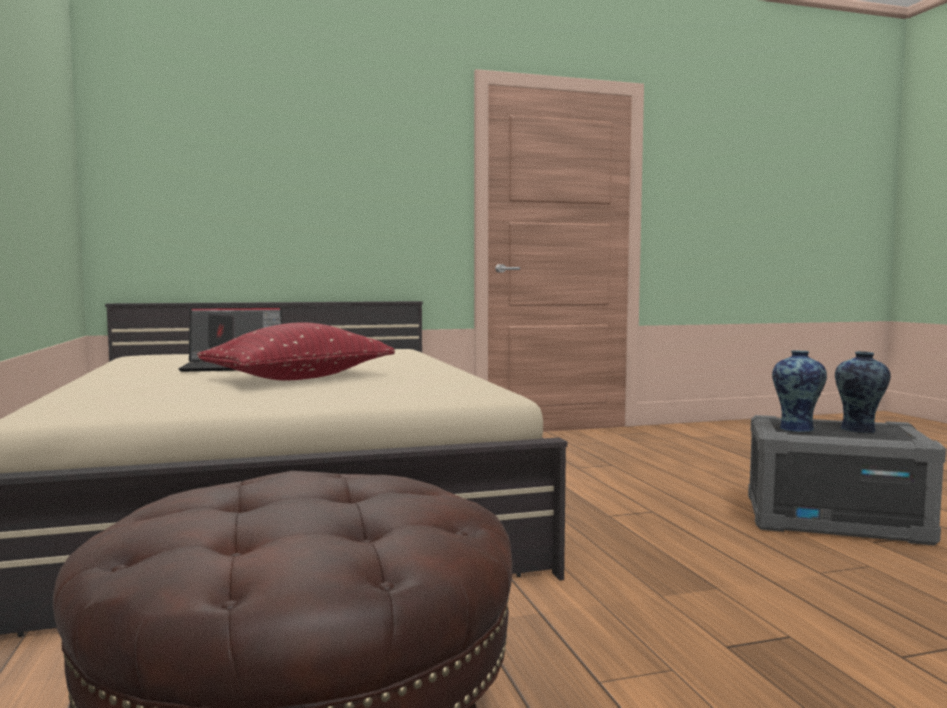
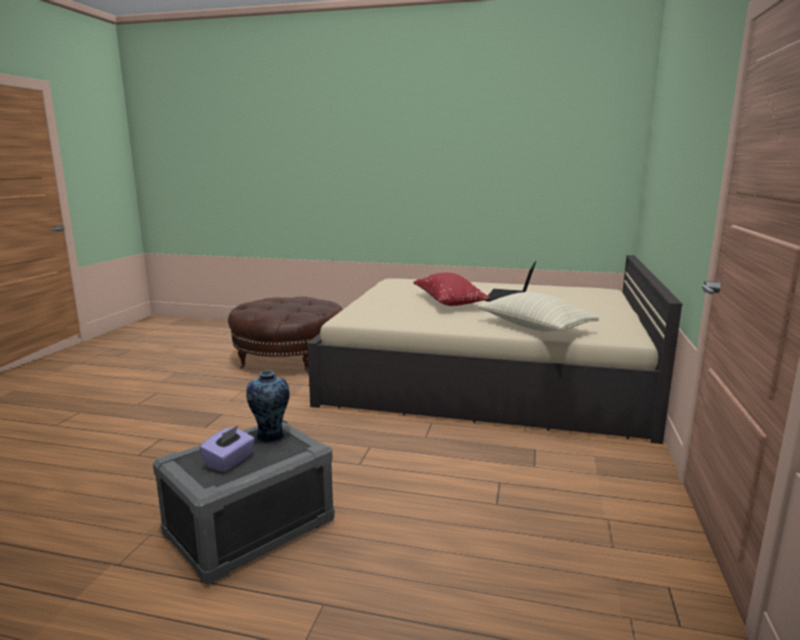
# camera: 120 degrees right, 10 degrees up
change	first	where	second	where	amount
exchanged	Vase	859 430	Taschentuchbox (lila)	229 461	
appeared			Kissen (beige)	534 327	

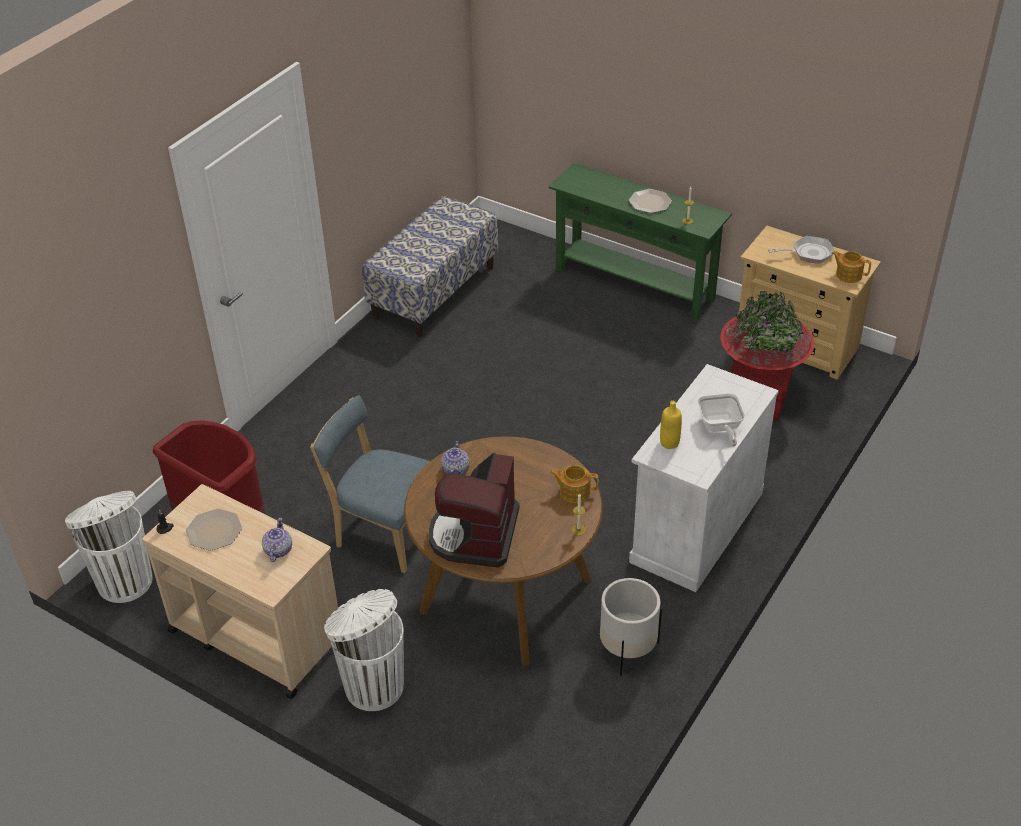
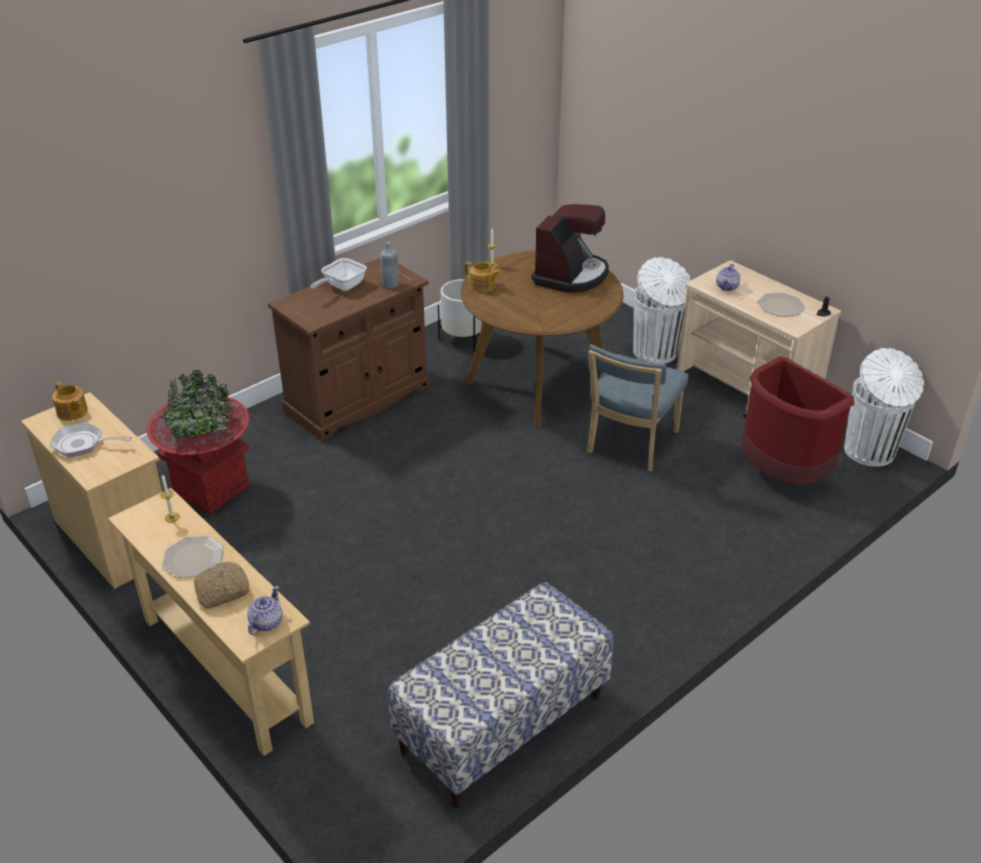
# camera: 165 degrees left, 5 degrees down
change	first	where	second	where	amount
colour	Konsolentisch (grün)	634 283	Konsolentisch (beige)	225 670	
colour	Schrank (weiß)	696 527	Schrank (braun)	358 399	
spun	Pfanne	720 428		341 287	150 degrees counterclockwise
spun	Stuhl (blau)	384 532		630 444	75 degrees clockwise
colour	Flasche (gelb)	669 443	Flasche (grau)	390 284	
relocated	Teekanne	456 469		265 623	
appeared			Brot	222 591	

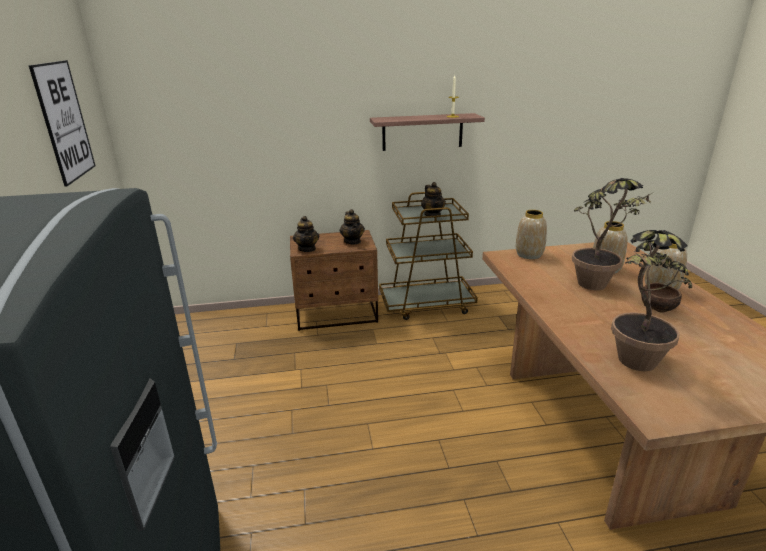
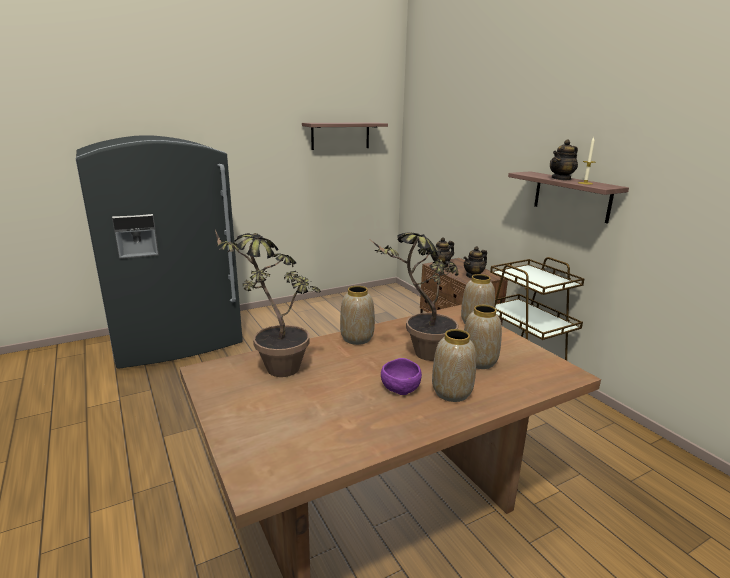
# camera: 70 degrees right, 5 degrees down
change	first	where	second	where	amount
exchanged	Bild	64 121	Wandregal	340 135	
relocated	Teekanne	433 215		561 179	
colour	Schüssel (braun)	659 307	Schüssel (lila)	400 388	
appeared			Vase	357 338	

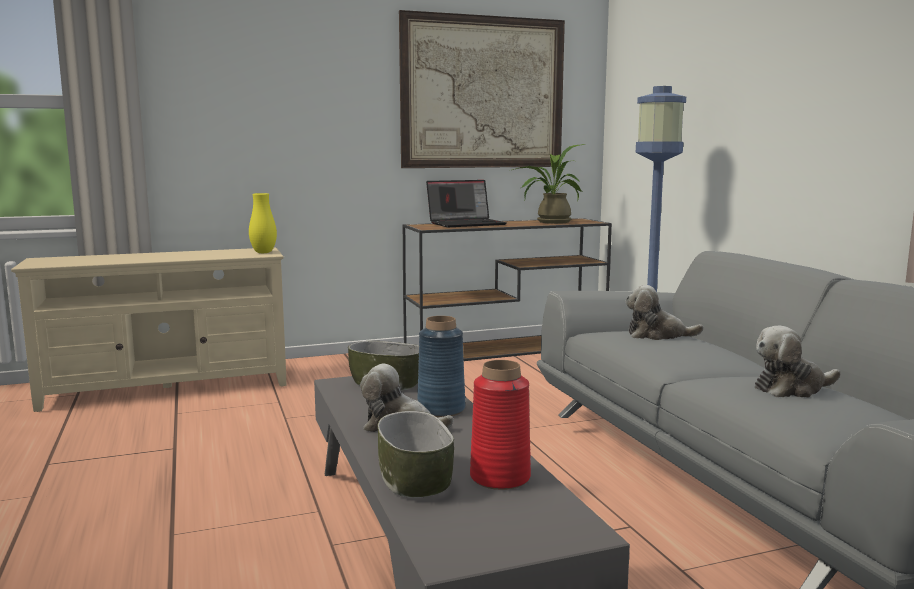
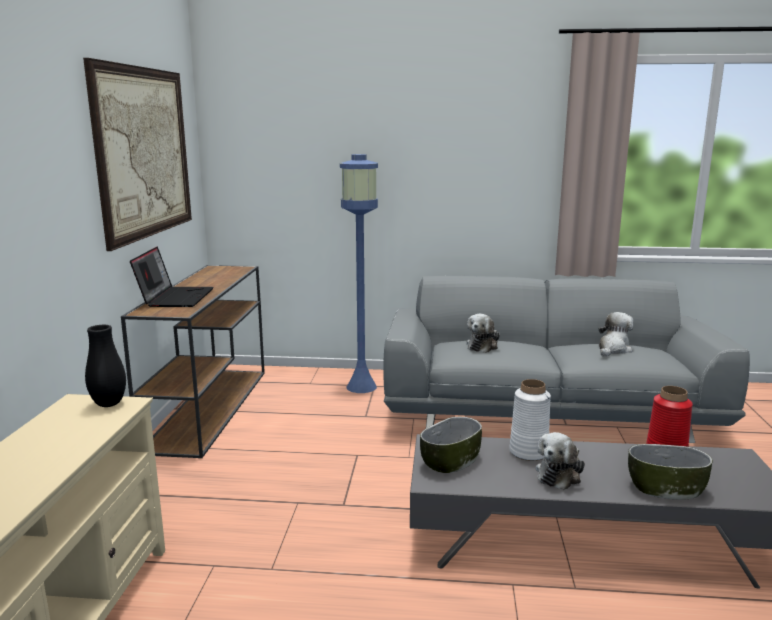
# camera: 65 degrees left, 5 degrees up
change	first	where	second	where	amount
missing	Topfpflanze	549 222			
colour	Vase (gelb)	263 252	Vase (schwarz)	109 404	
colour	Vase (blau)	441 409	Vase (weiß)	528 452	
spun	Plüschtier	791 388		613 349	150 degrees counterclockwise

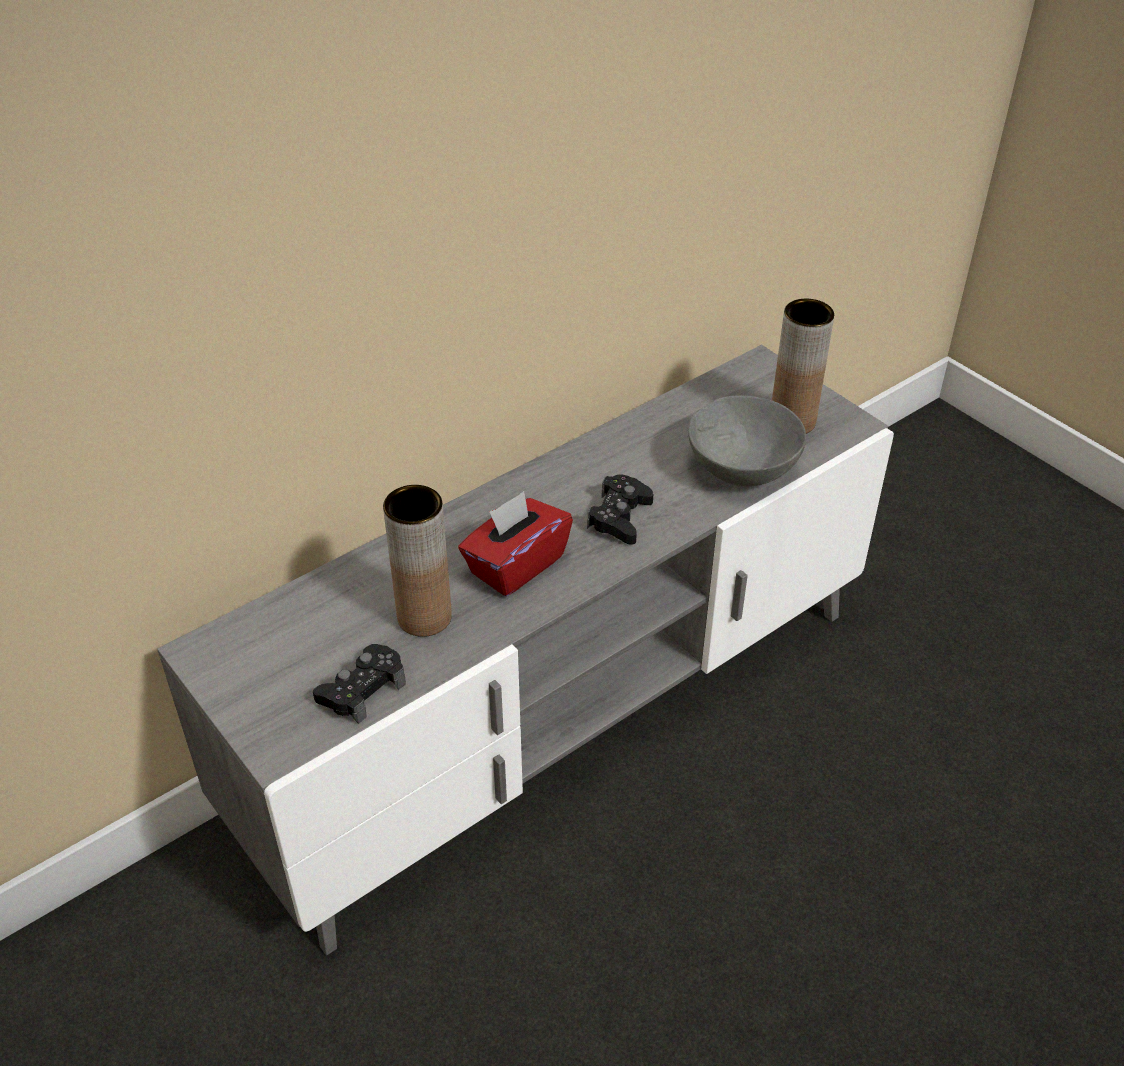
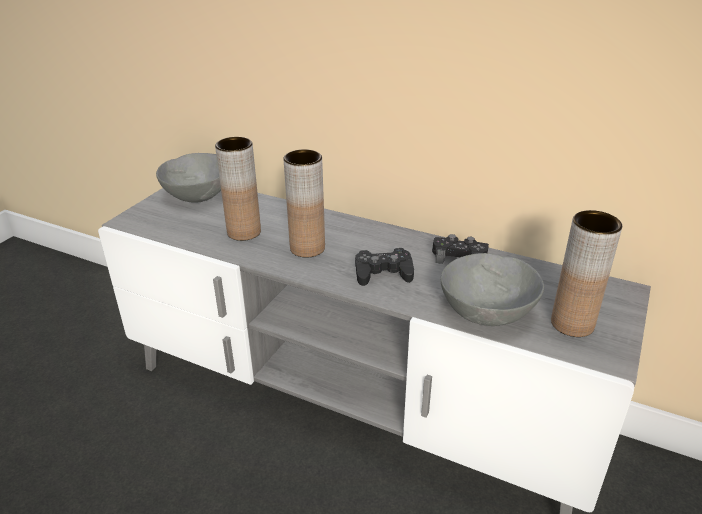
# camera: 65 degrees right, 10 degrees down
change	first	where	second	where	amount
exchanged	Taschentuchbox (rot)	516 565	Vase (braun)	307 248	
relocated	Gamepad (schwarz)	362 689		459 256	
appeared			Schüssel (grau)	198 195	

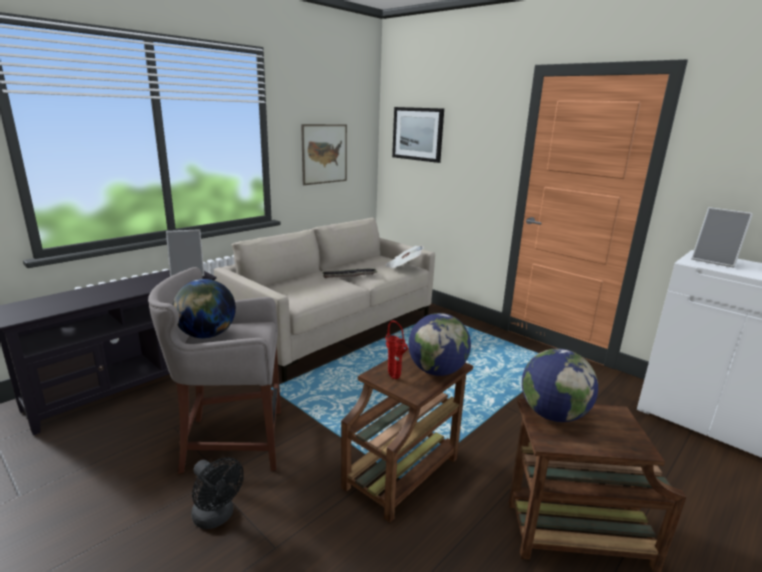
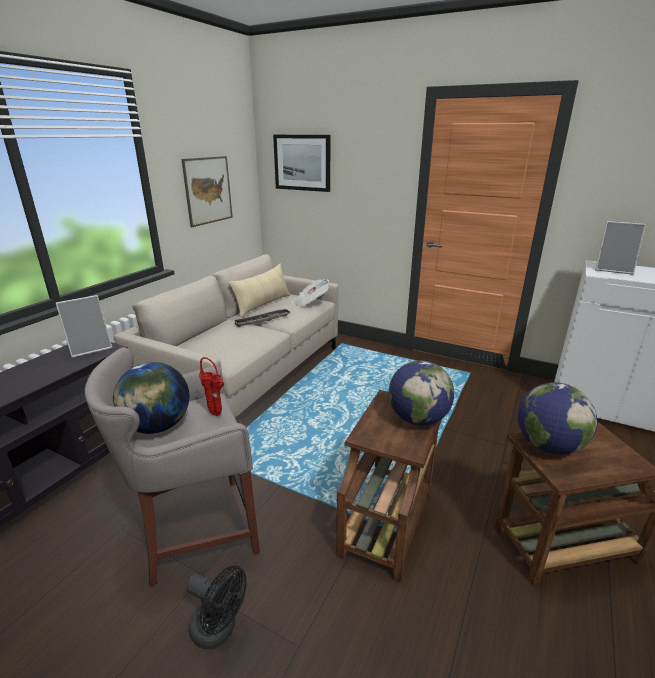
# camera: 15 degrees left, 5 degrees up
change	first	where	second	where	amount
relocated	Vase (rot)	395 379		217 415	
appeared			Kissen (beige)	262 305	

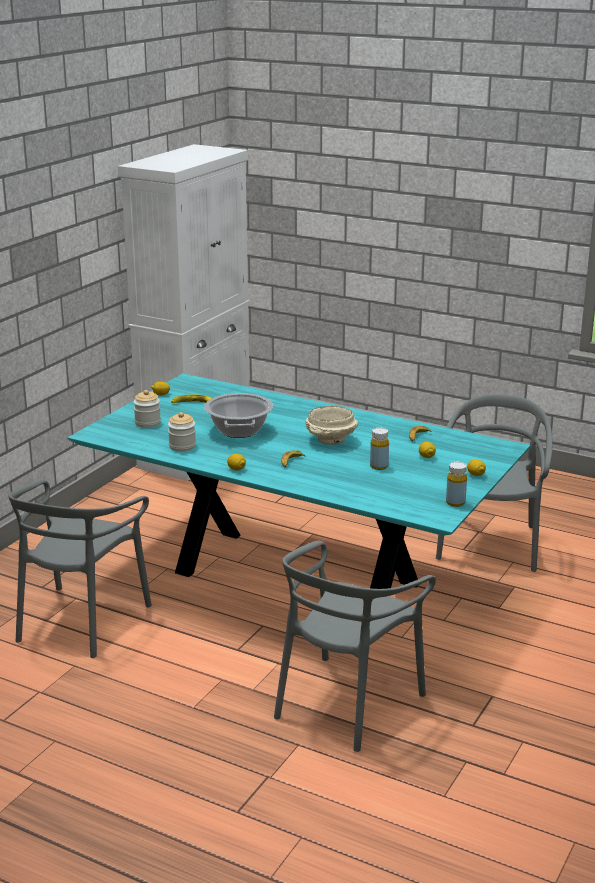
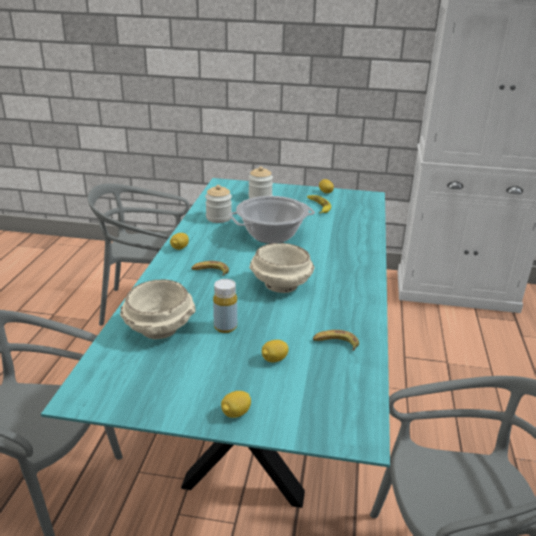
# camera: 70 degrees right, 5 degrees up
change	first	where	second	where	amount
missing	Flasche (gelb)	455 502			
appeared			Schüssel (beige)	160 329	

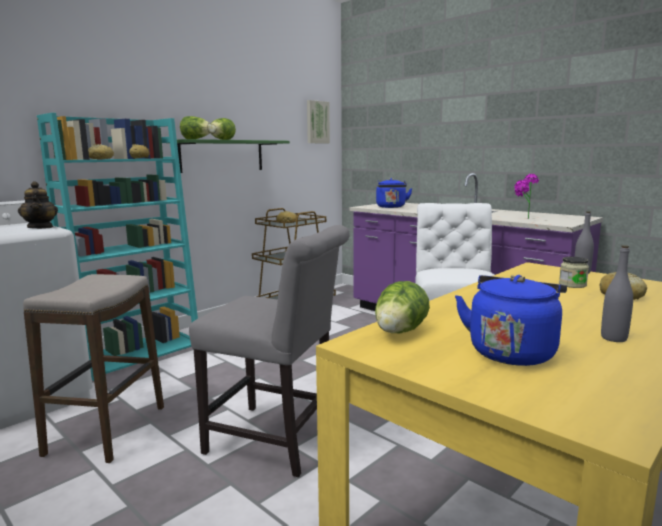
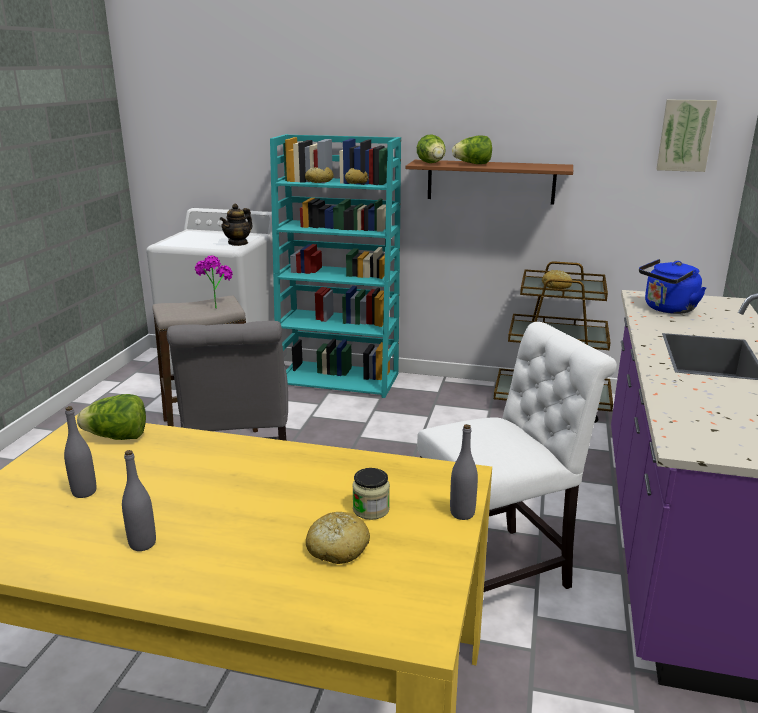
# camera: 60 degrees right, 10 degrees up
change	first	where	second	where	amount
colour	Wandregal (grün)	222 156	Wandregal (braun)	490 181	
relocated	Topfpflanze	522 218		215 306	
exchanged	Wasserkessel (blau)	512 351	Flasche (grau)	84 492	

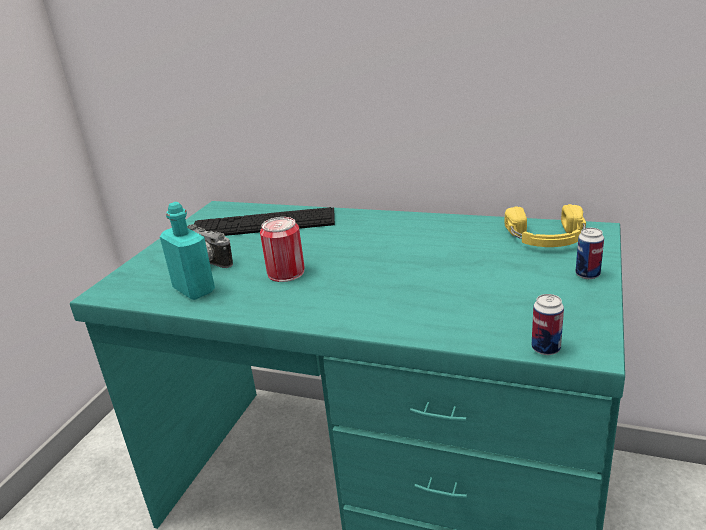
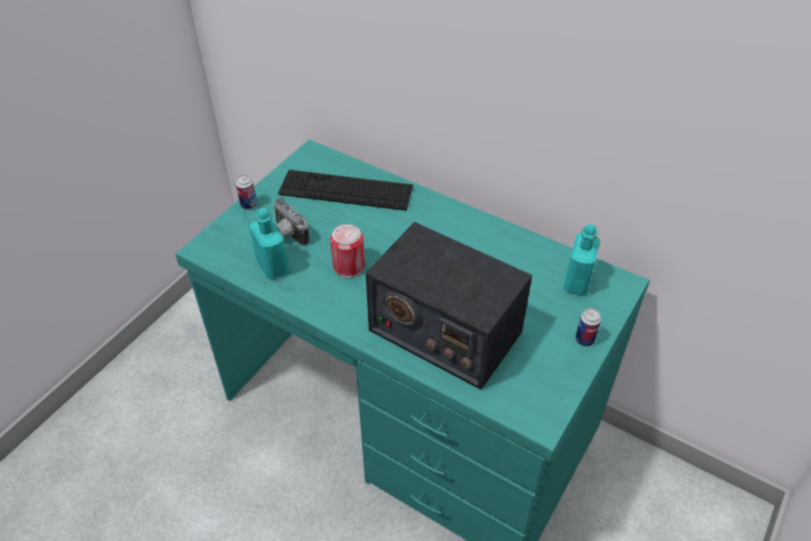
# camera: 10 degrees right, 20 degrees up
change	first	where	second	where	amount
exchanged	Kopfhörer (gelb)	546 237	Flasche (türkis)	577 282	
relocated	Dose	545 349		248 205	
appeared			Radio	444 331	

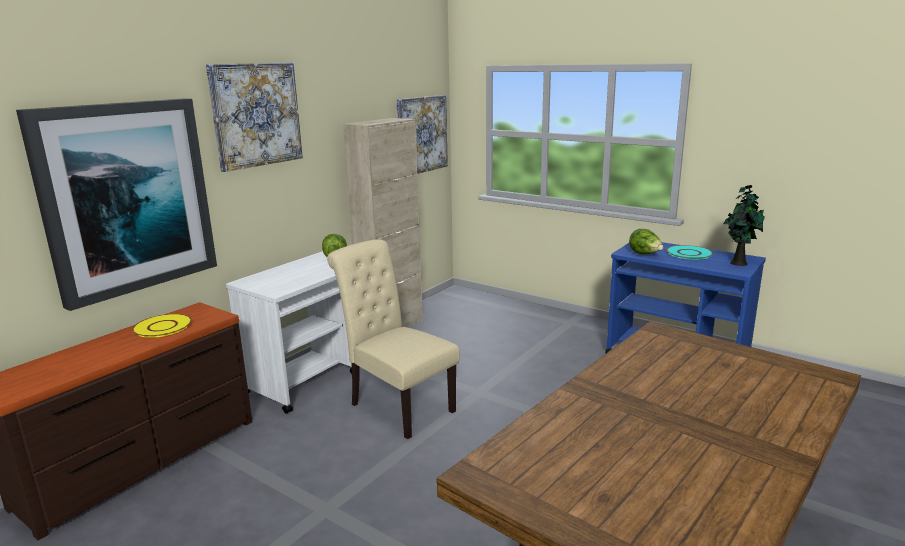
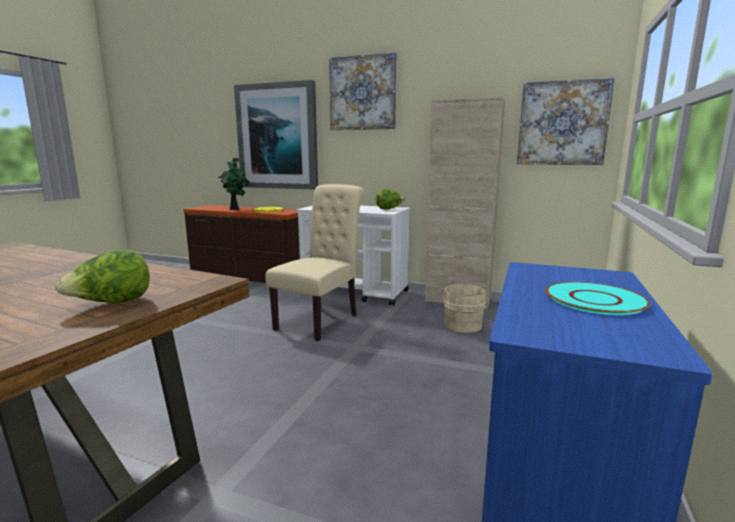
# camera: 75 degrees right, 5 degrees down
change	first	where	second	where	amount
relocated	Topfpflanze	738 262		235 209	
relocated	Salatkopf	645 254		112 304	
appeared			Eimer (beige)	462 324	

